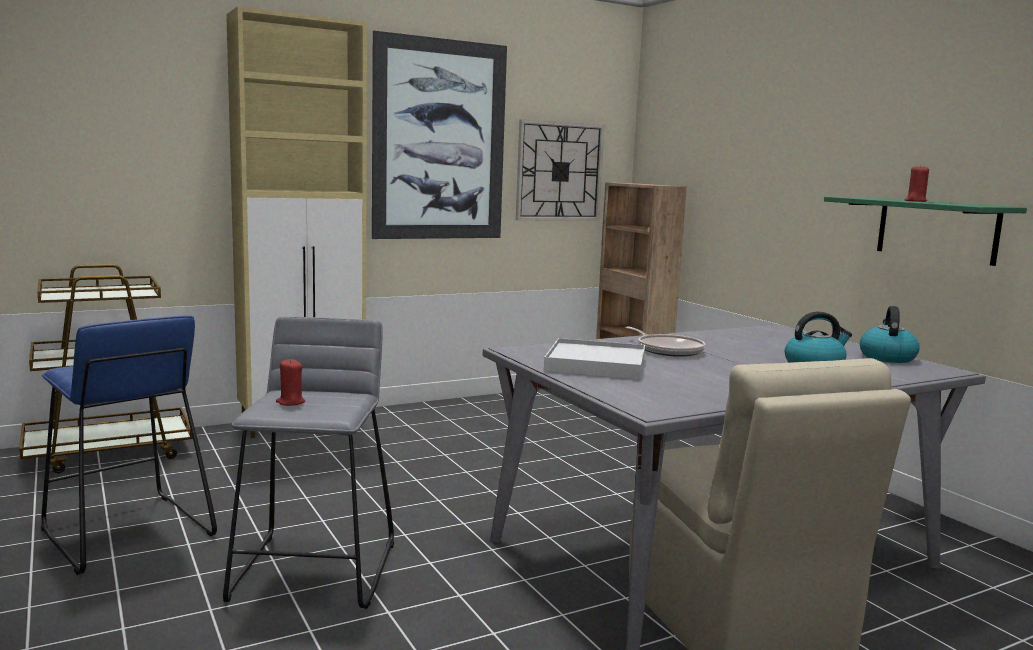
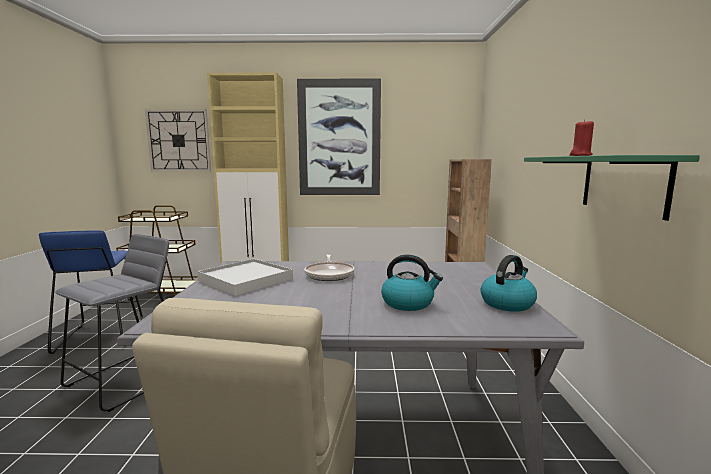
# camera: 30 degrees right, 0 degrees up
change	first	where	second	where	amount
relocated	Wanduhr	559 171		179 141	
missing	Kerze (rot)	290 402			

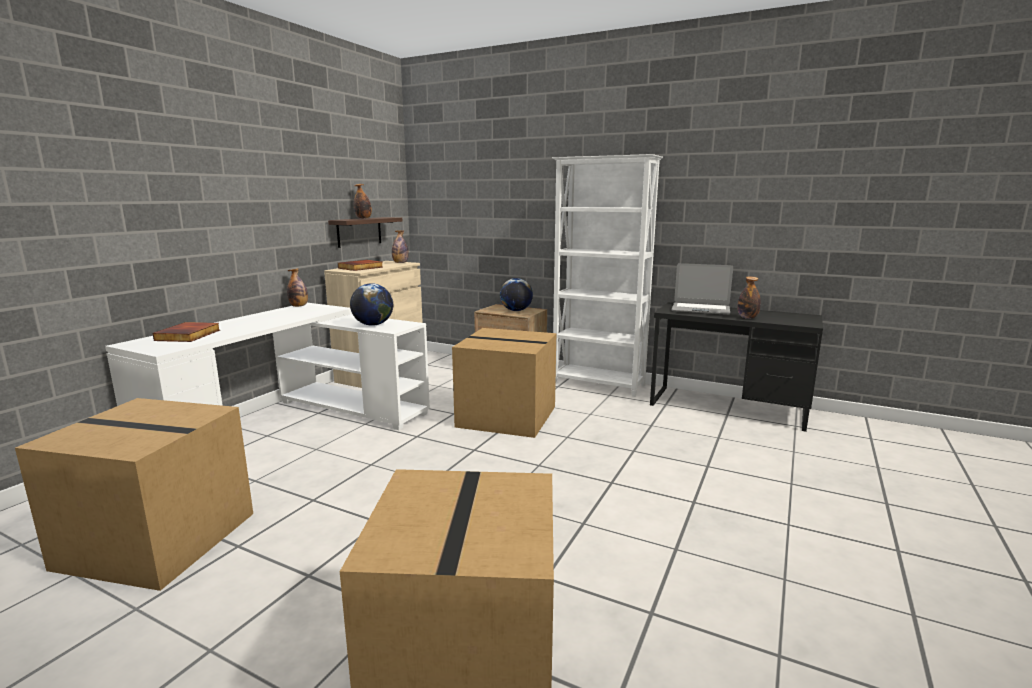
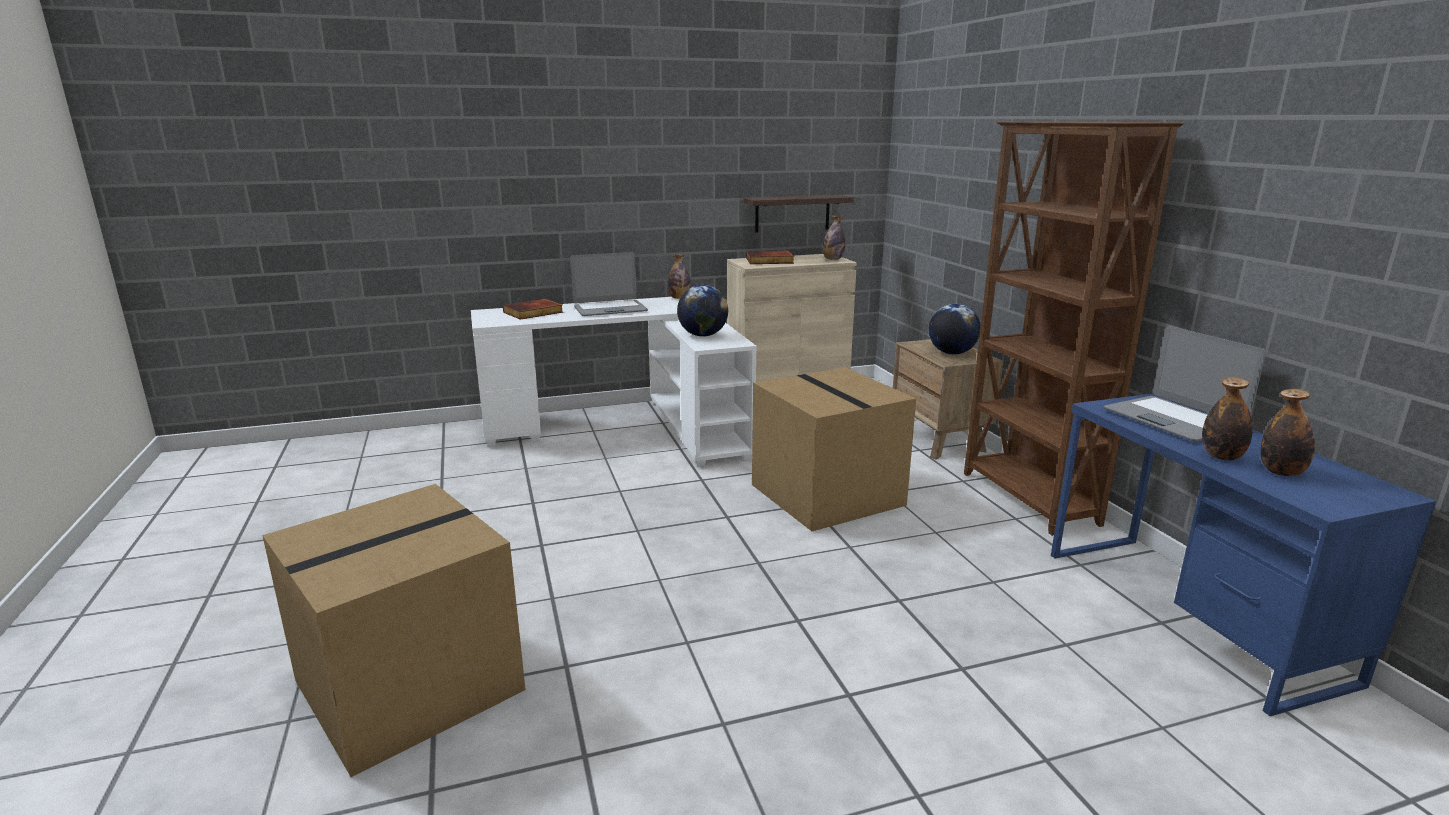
# camera: 45 degrees right, 5 degrees up
change	first	where	second	where	amount
colour	Bücherregal (weiß)	598 385	Bücherregal (braun)	1028 499	
relocated	Flasche	363 218		1281 472	
colour	Schreibtisch (schwarz)	727 407	Schreibtisch (blau)	1188 613	
missing	Karton	154 541			
appeared			Laptop	610 309	

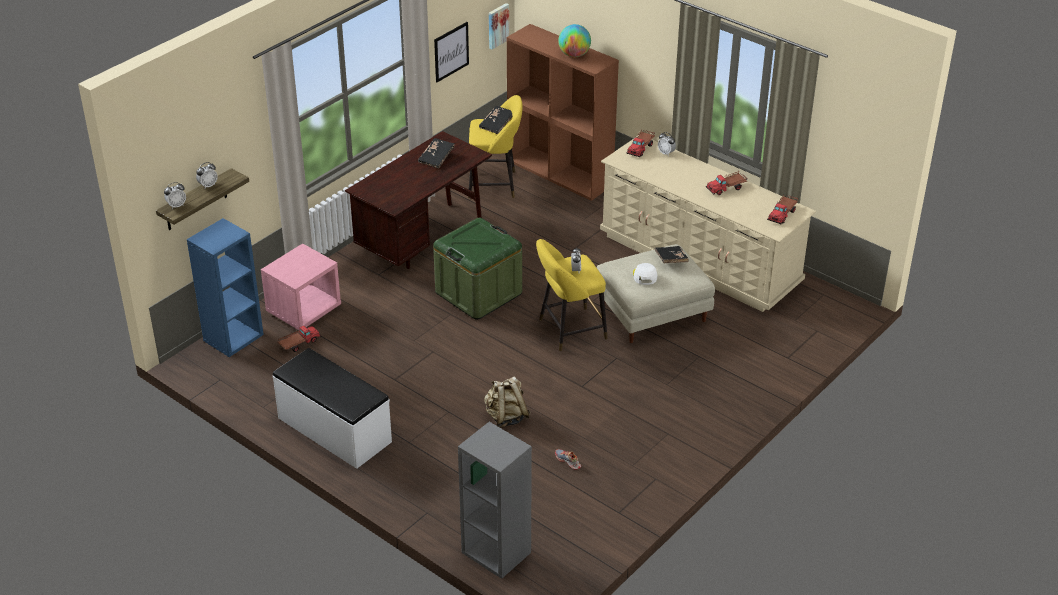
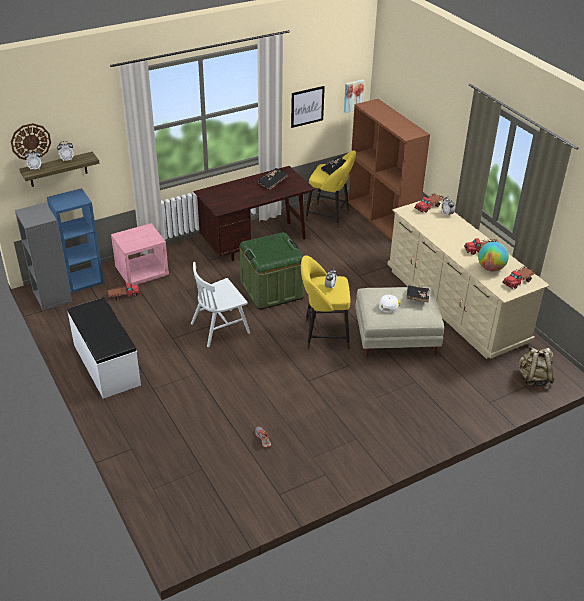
# camera: 20 degrees right, 0 degrees up
change	first	where	second	where	amount
relocated	Globus	574 55		490 268	
relocated	Rucksack (beige)	506 417		533 378	
relocated	Bücherregal (grau)	495 552		51 296	
appeared			Wanduhr	30 141	
appeared			Stuhl (weiß)	220 328	

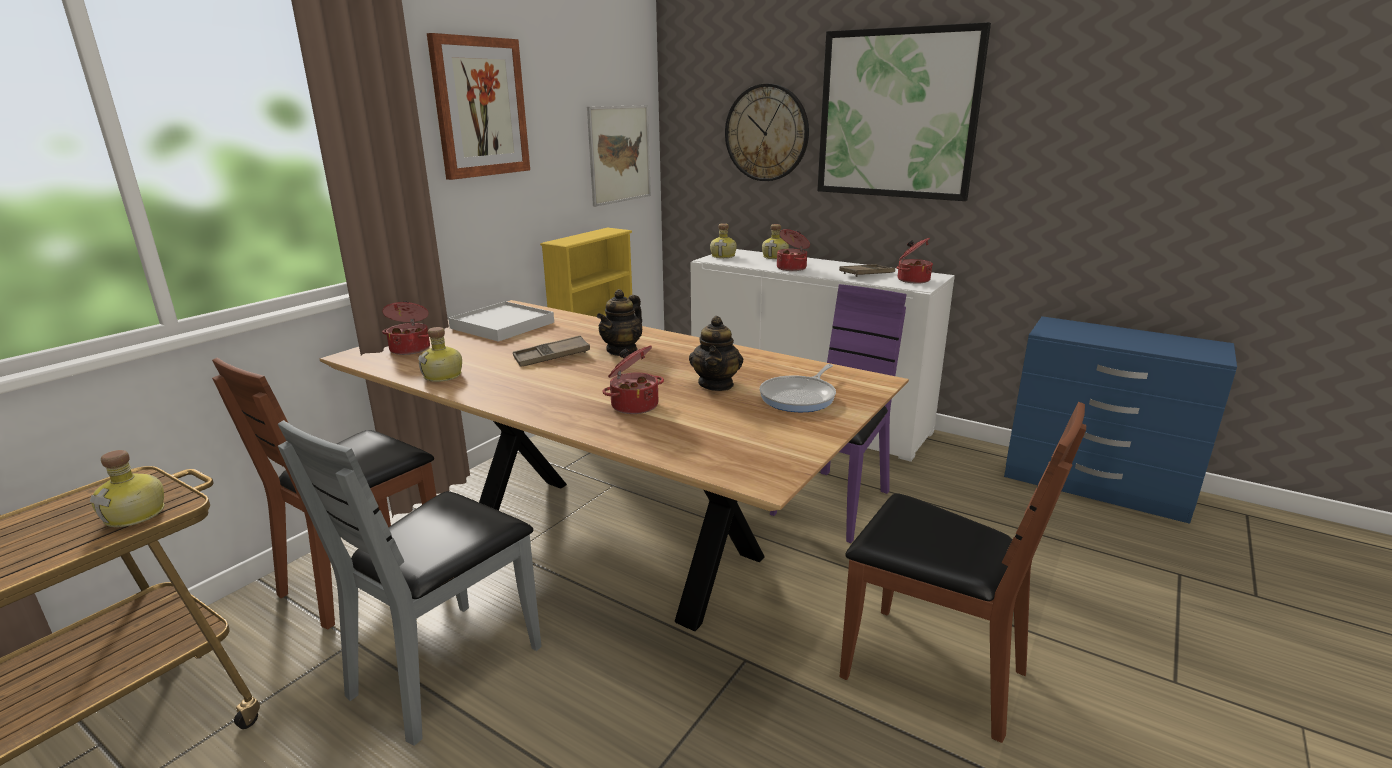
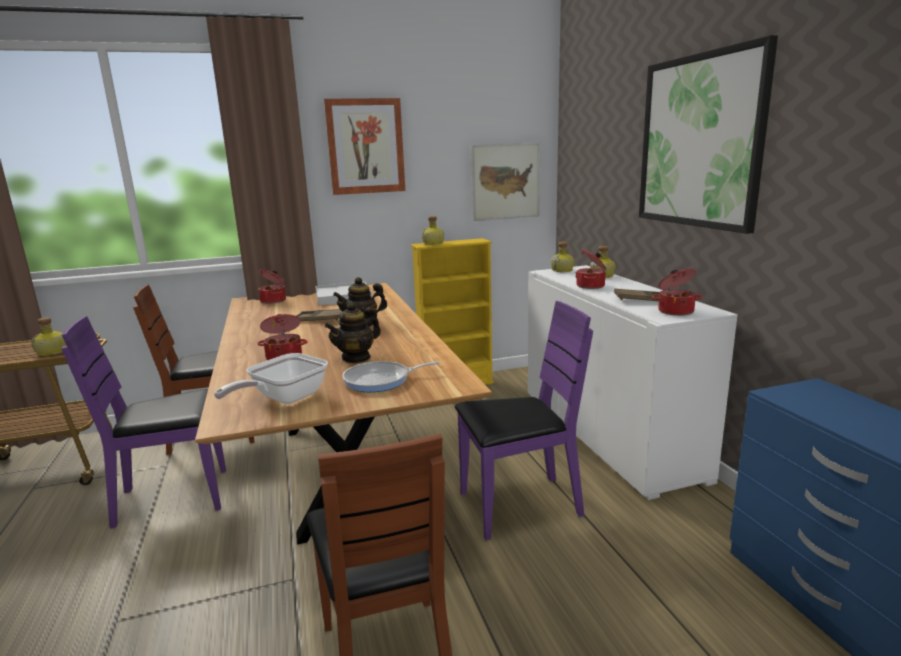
# camera: 40 degrees right, 5 degrees down
change	first	where	second	where	amount
missing	Wanduhr	766 133			
relocated	Flasche	444 376		434 243	
colour	Stuhl (grau)	447 668	Stuhl (lila)	174 498	
appeared			Pfanne	283 399	

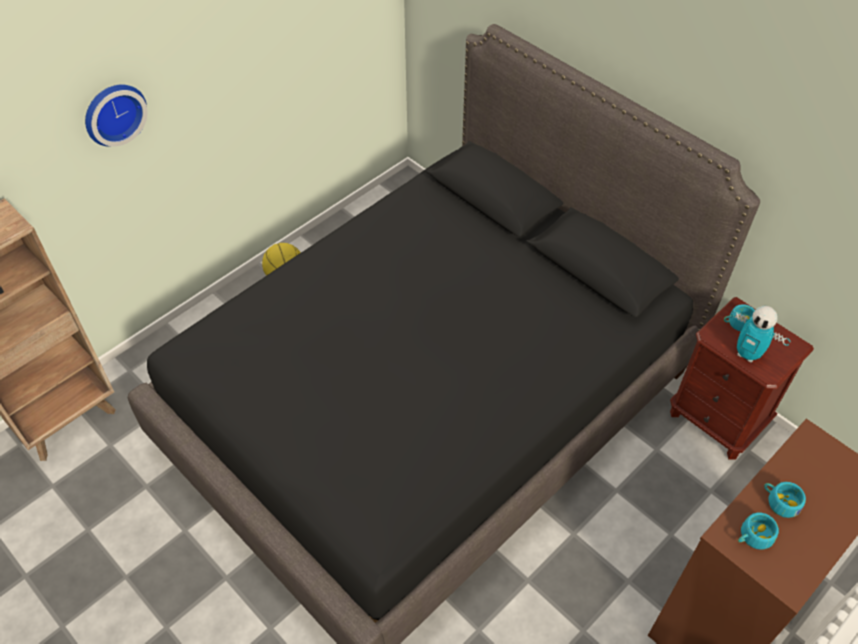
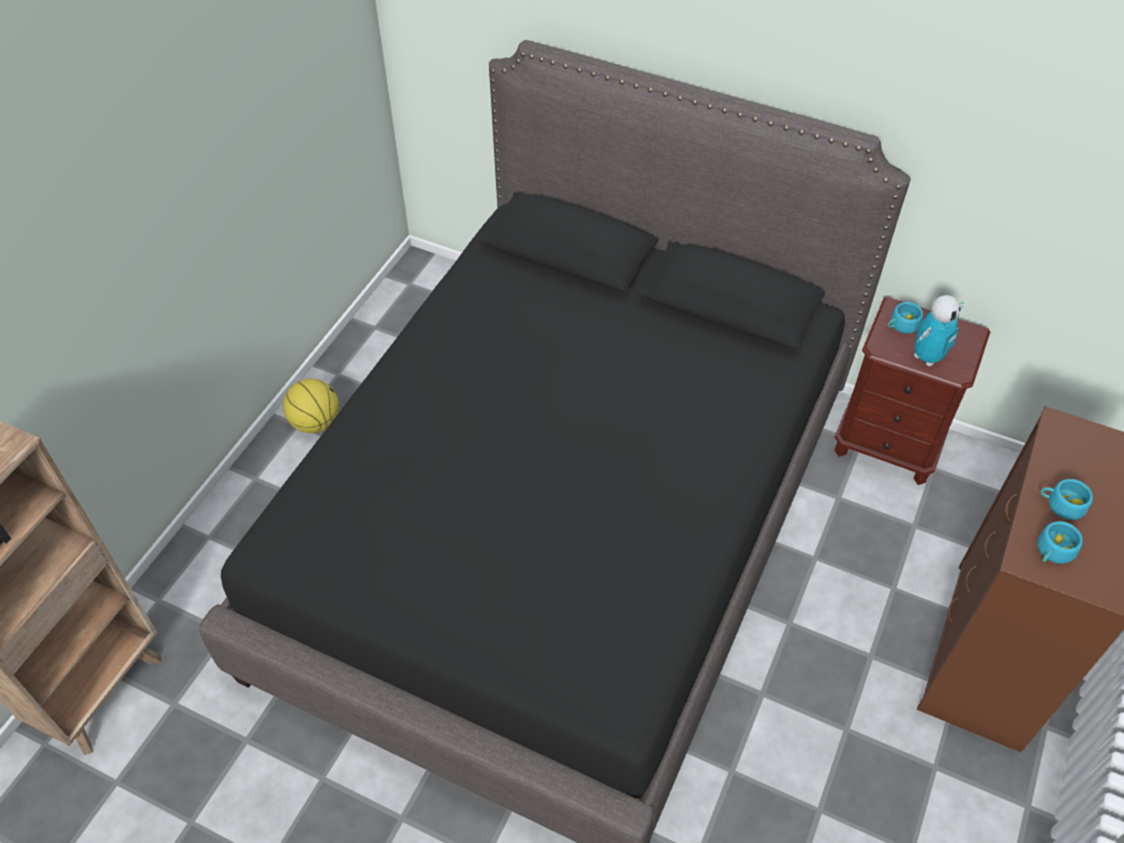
# camera: 20 degrees left, 0 degrees up
change	first	where	second	where	amount
missing	Wanduhr	113 113			
spun	Spielzeugroboter	747 354		927 357	60 degrees counterclockwise

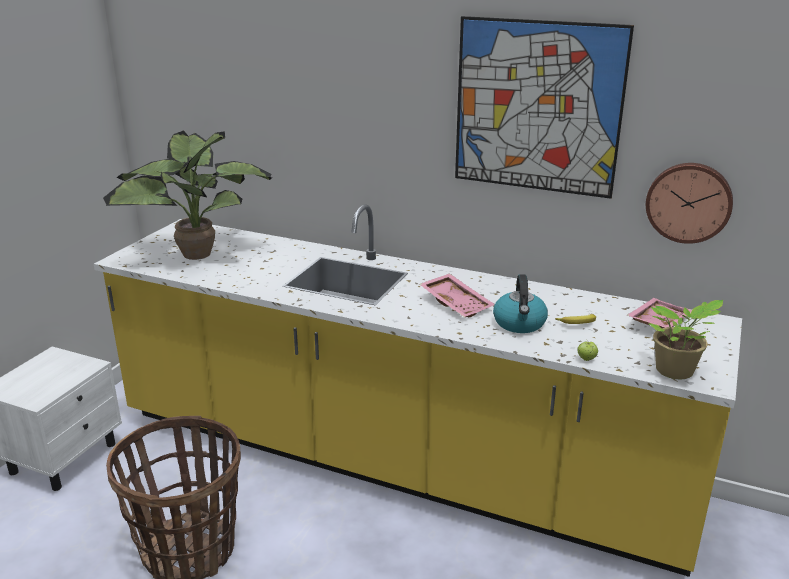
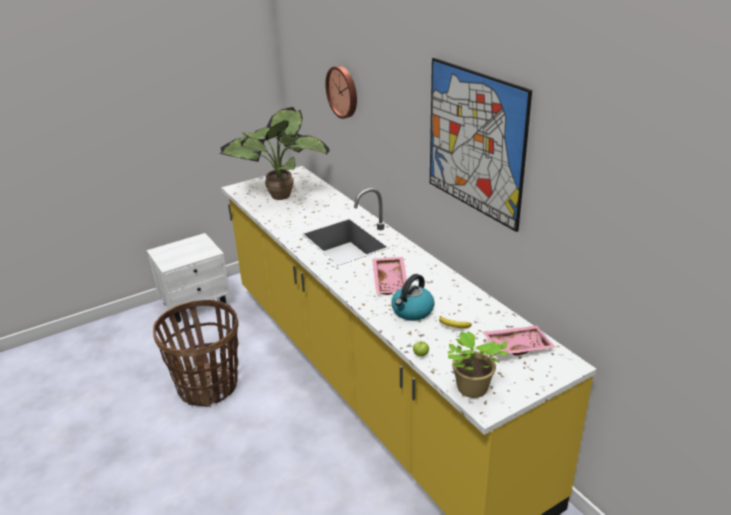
# camera: 35 degrees right, 5 degrees up
change	first	where	second	where	amount
relocated	Wanduhr	689 202		343 91	

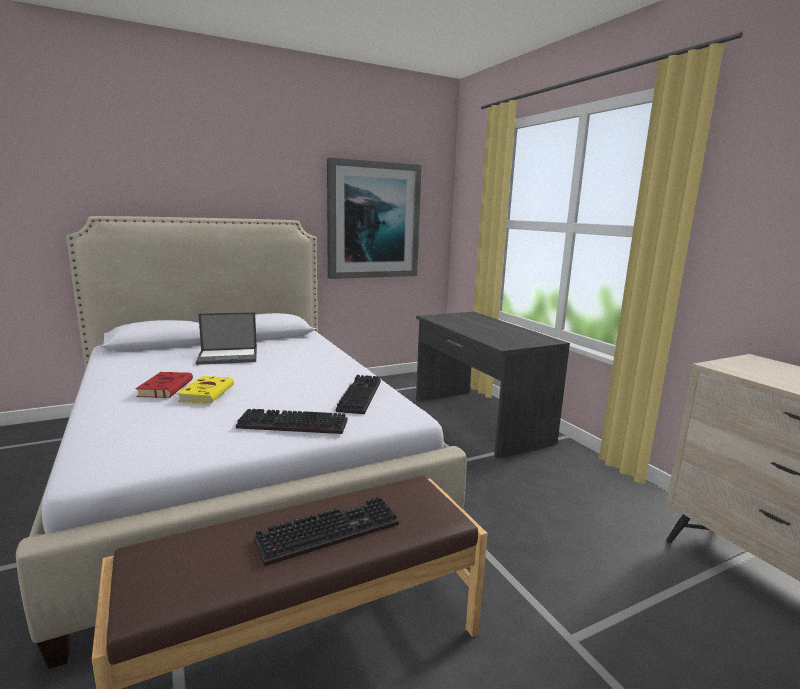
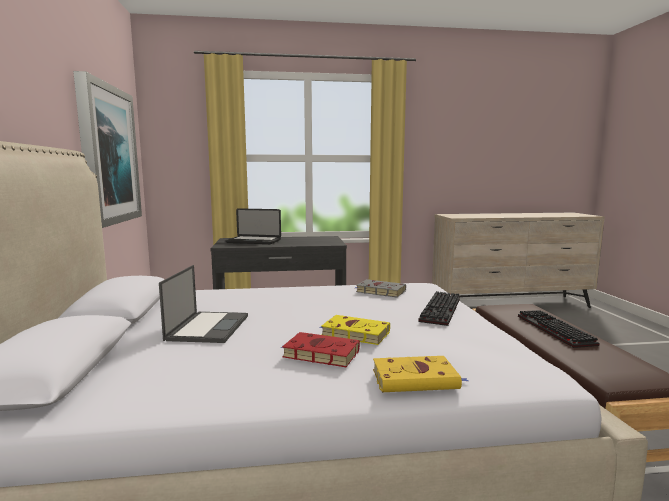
# camera: 70 degrees left, 5 degrees down
change	first	where	second	where	amount
exchanged	Tastatur	358 395	Buch (grau)	379 291	
appeared			Laptop	253 241	
appeared			Buch (gelb)	417 379	

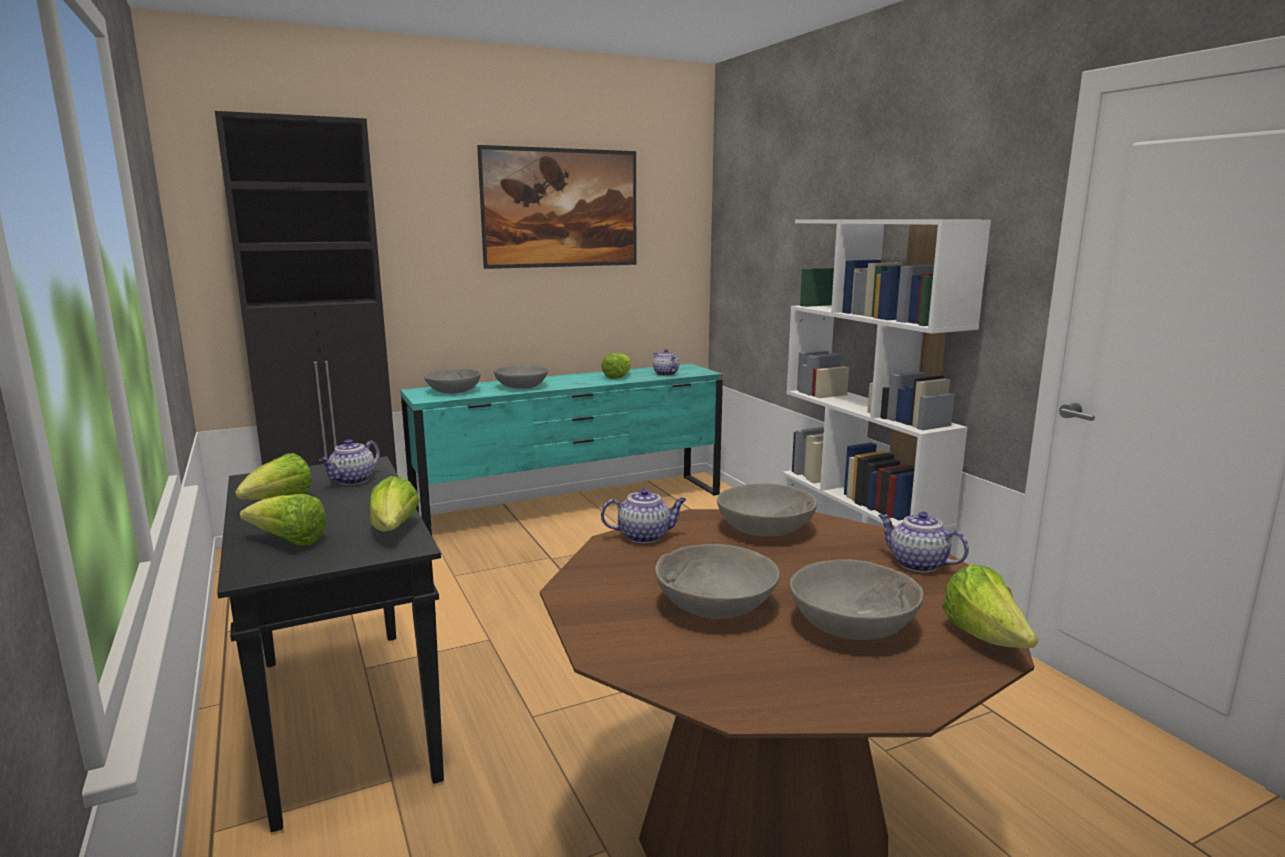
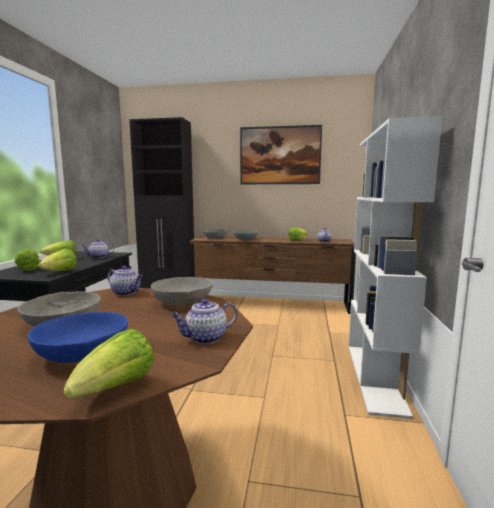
# camera: 35 degrees right, 5 degrees down
change	first	where	second	where	amount
colour	Kommode (türkis)	572 507	Kommode (braun)	270 304	
spun	Teekanne	916 564		205 338	105 degrees counterclockwise
colour	Schüssel (grau)	852 623	Schüssel (blau)	83 352	

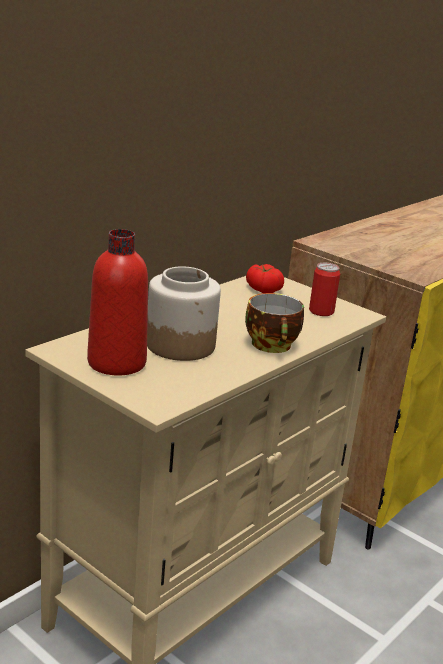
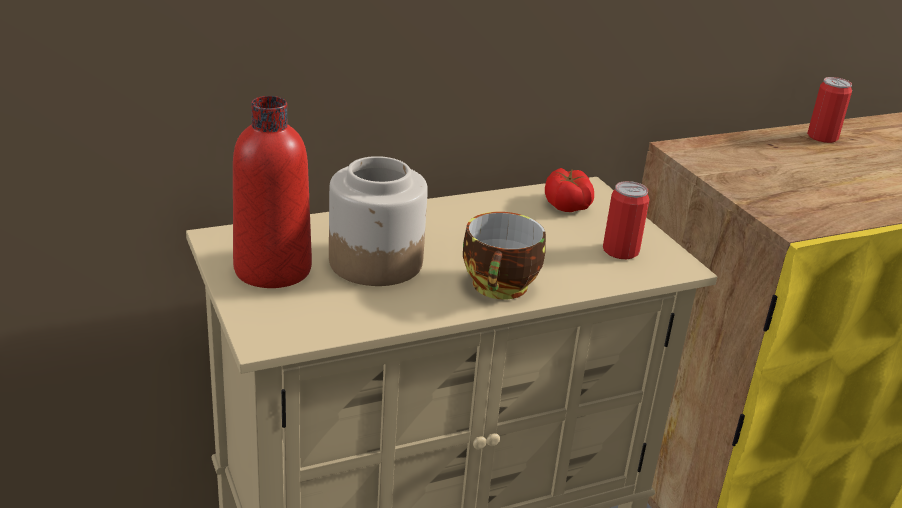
# camera: 25 degrees right, 5 degrees up
change	first	where	second	where	amount
appeared			Dose	822 137	

